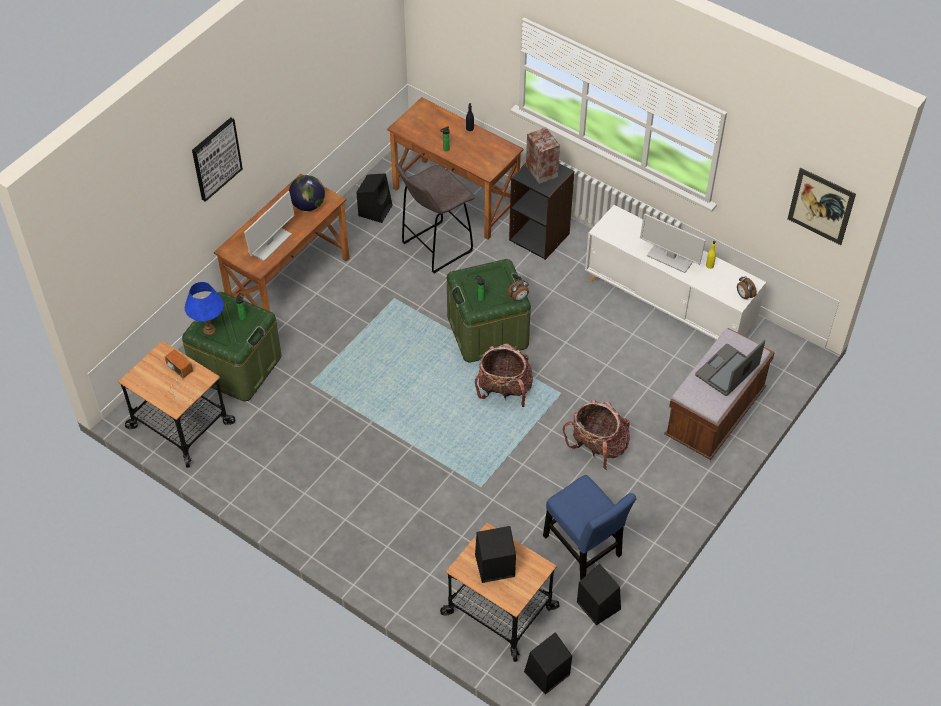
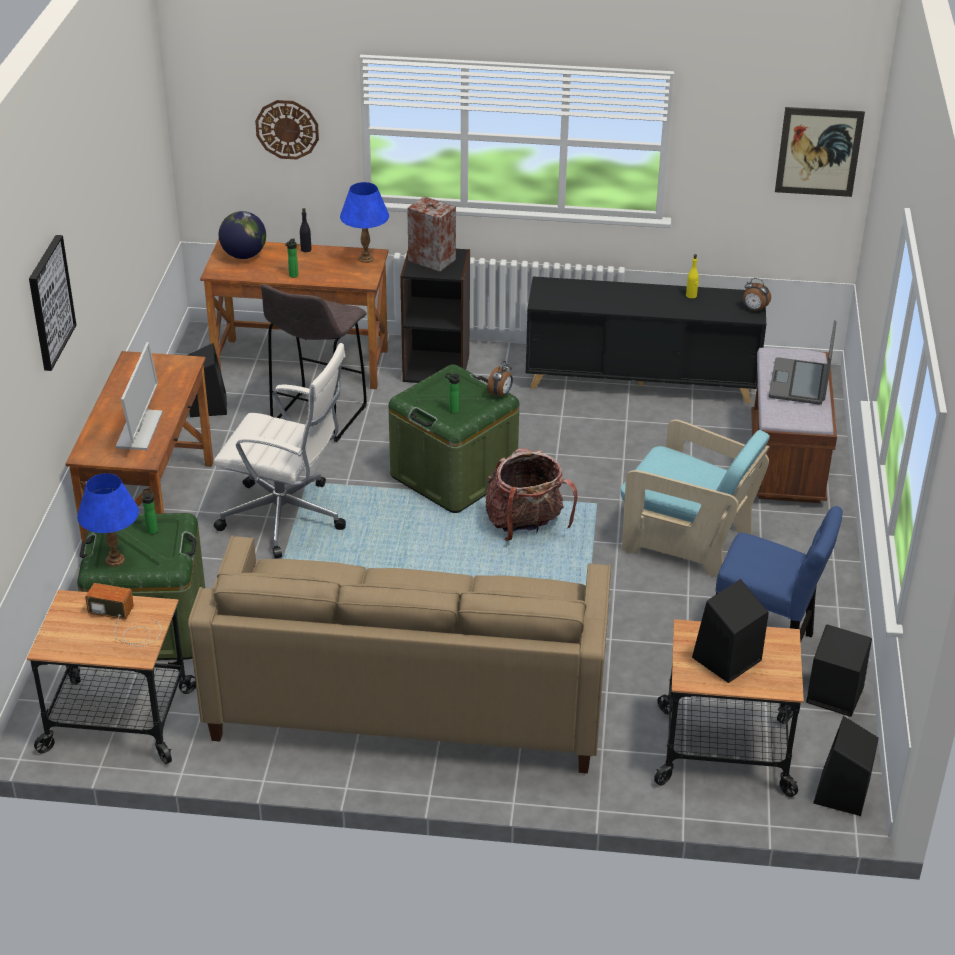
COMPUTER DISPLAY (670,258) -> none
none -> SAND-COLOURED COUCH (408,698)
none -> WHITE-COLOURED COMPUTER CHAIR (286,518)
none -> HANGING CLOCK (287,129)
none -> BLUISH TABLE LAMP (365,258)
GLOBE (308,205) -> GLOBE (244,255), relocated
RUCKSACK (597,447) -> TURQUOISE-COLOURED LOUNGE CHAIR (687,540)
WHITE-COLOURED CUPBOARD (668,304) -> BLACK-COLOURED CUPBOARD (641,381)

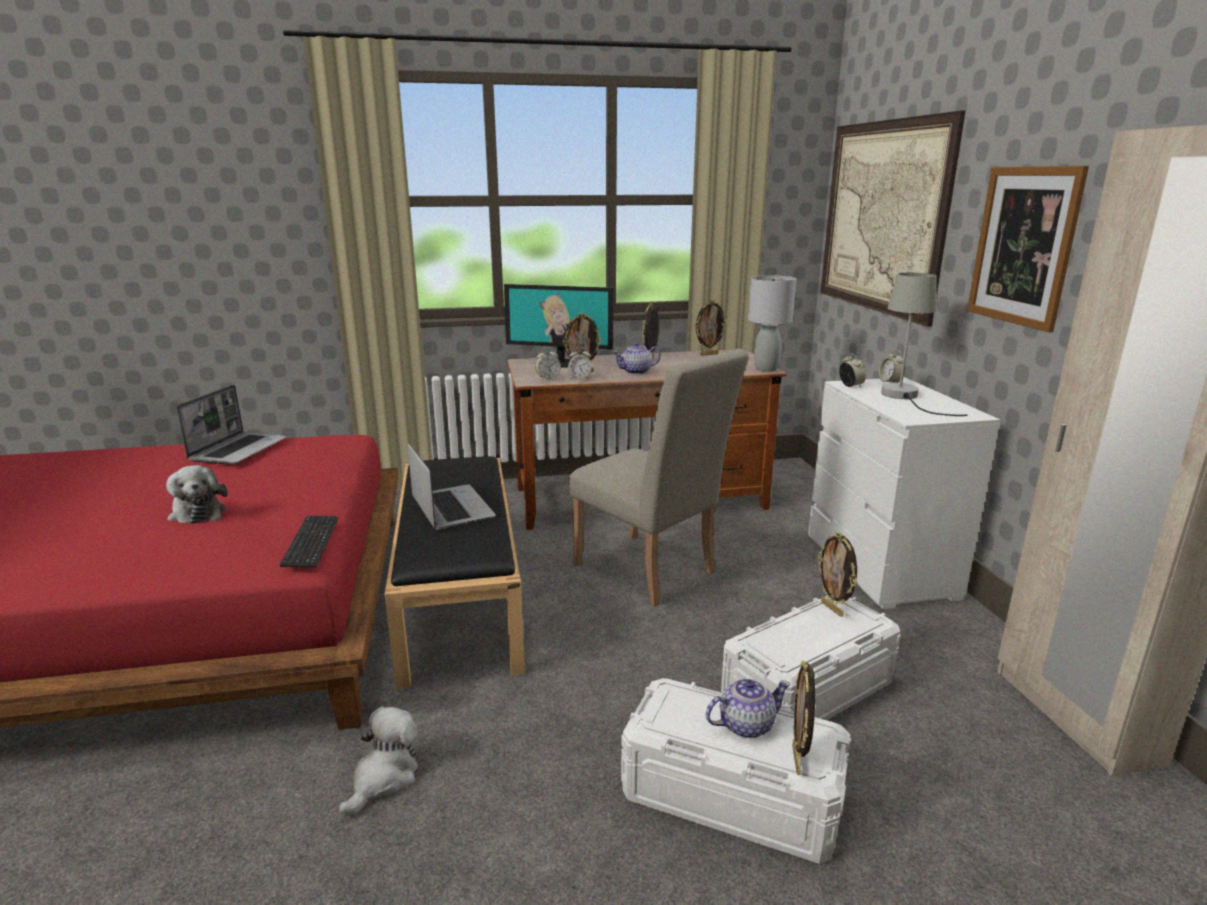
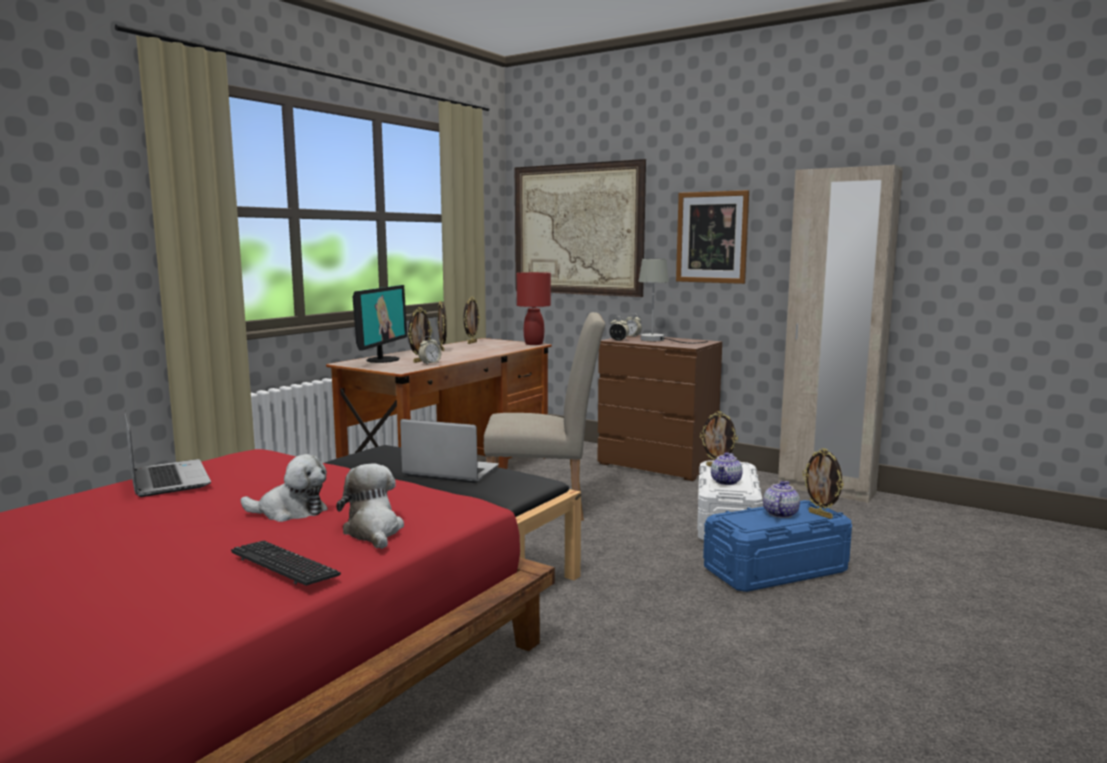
TABLE CLOCK (548,378) -> none
PC KEYBOARD (311,543) -> PC KEYBOARD (284,565), relocated
PLUSH TOY (384,778) -> PLUSH TOY (373,531), relocated
TEA POT (636,372) -> TEA POT (726,482), relocated
WHITE-COLOURED STORAGE CONTAINER (731,797) -> BLUISH STORAGE CONTAINER (776,570)
GREY TABLE LAMP (765,369) -> RED TABLE LAMP (533,344)
WHITE-COLOURED DRAWER CHEST (880,567) -> BROWN-COLOURED DRAWER CHEST (657,465)
COMPUTER DISPLAY (560,363) -> COMPUTER DISPLAY (382,360), 45 degrees counterclockwise

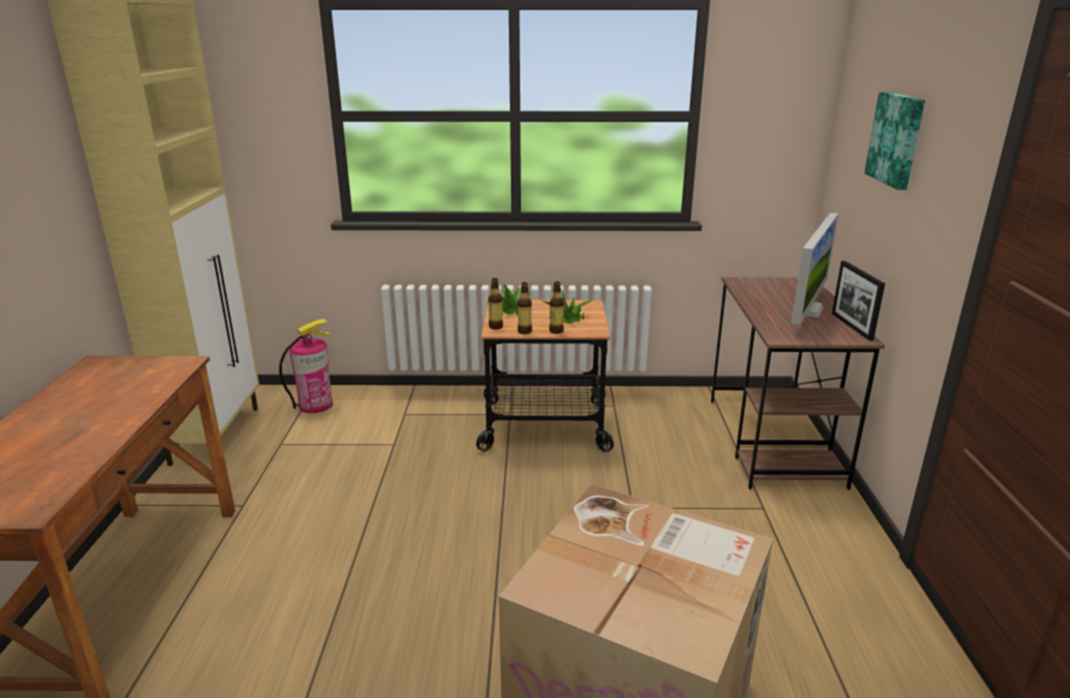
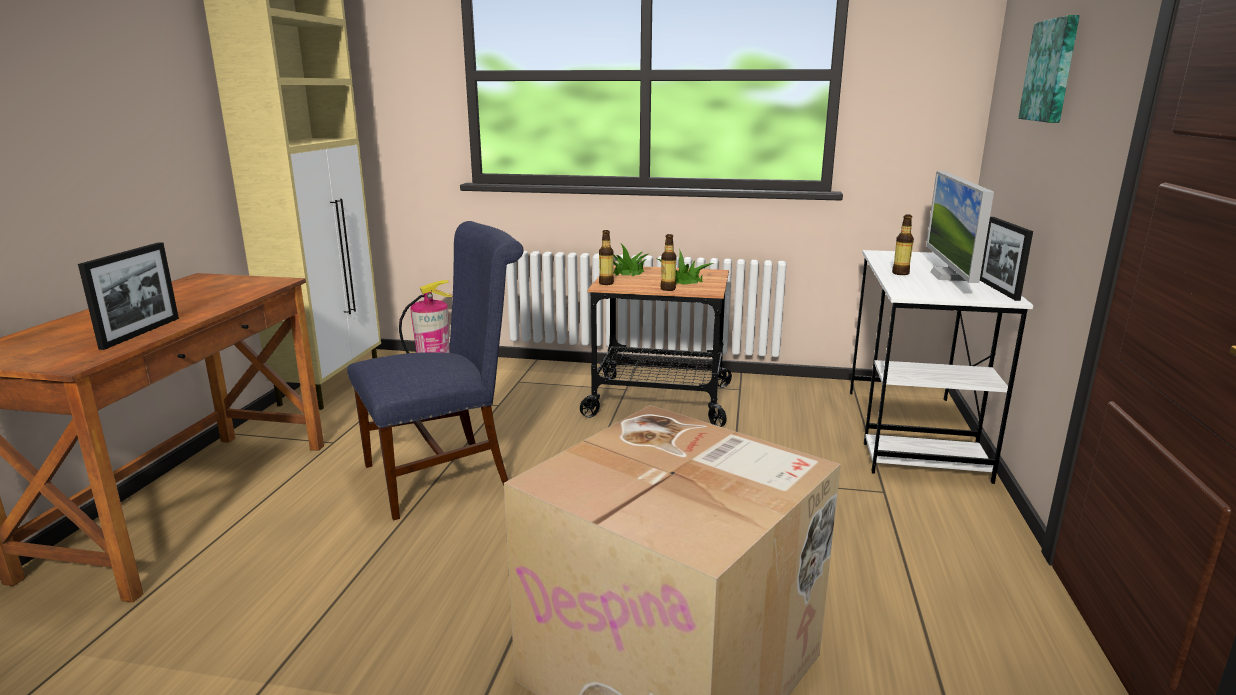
none -> STANDING FRAME (141,333)
none -> BLUISH CHAIR (446,474)
BOTTLE (524,331) -> BOTTLE (900,273), relocated
BROWN-COLOURED DESK (773,441) -> WHITE-COLOURED DESK (913,433)
COMPUTER DISPLAY (807,310) -> COMPUTER DISPLAY (949,276), 150 degrees clockwise

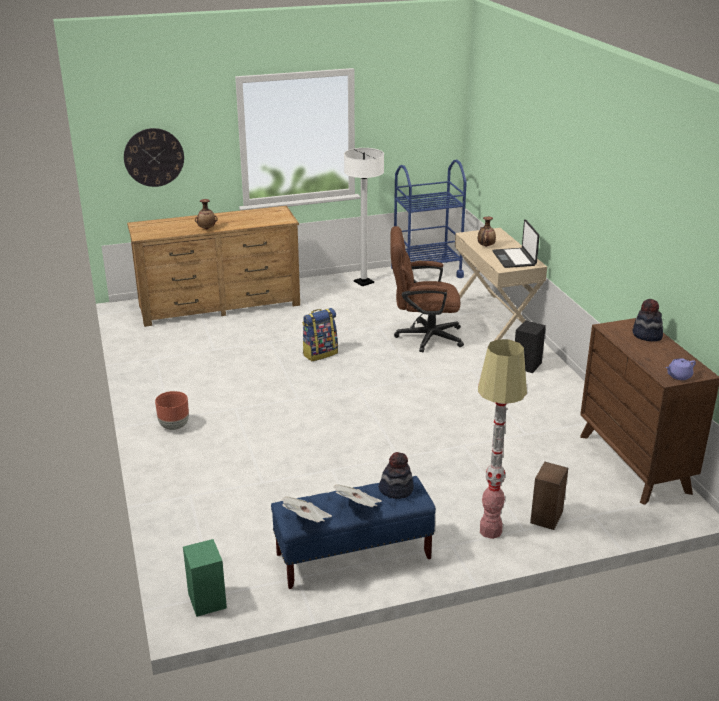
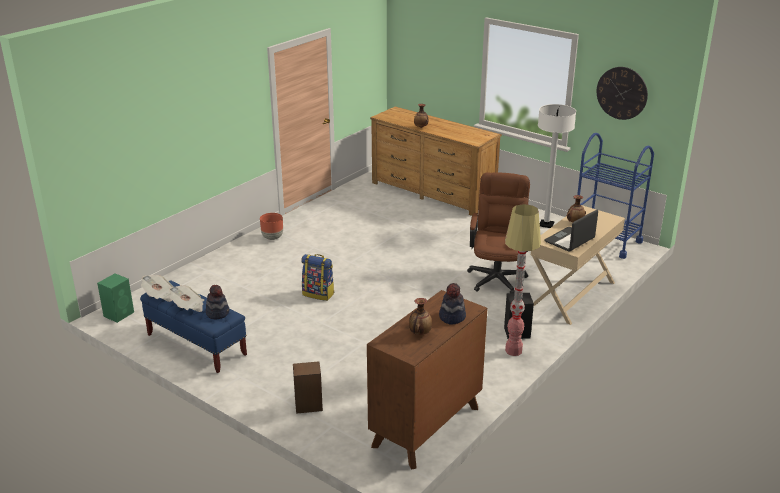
PURPLE-COLOURED TEA POT (678,376) -> none
none -> DECORATIVE VASE (420,333)
HANGING CLOCK (154,157) -> HANGING CLOCK (622,93), relocated
RUCKSACK (320,353) -> RUCKSACK (319,294), relocated
STANDING LAMP (490,531) -> STANDING LAMP (513,351), relocated
BROWN-COLOURED COMPUTER CHAIR (423,337) -> BROWN-COLOURED COMPUTER CHAIR (497,275), 45 degrees clockwise

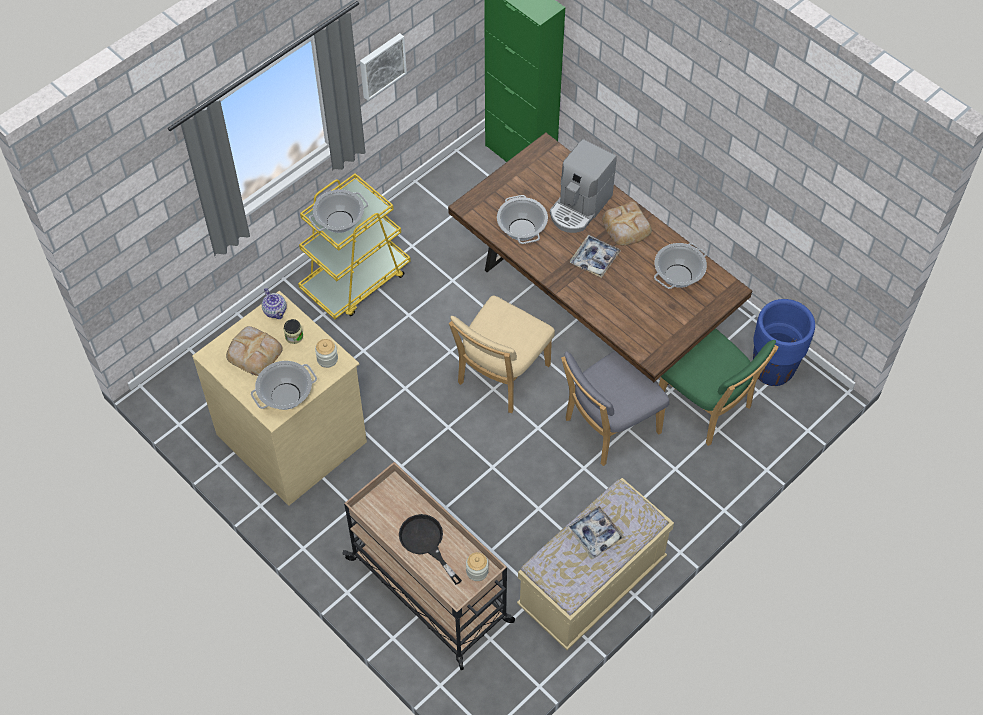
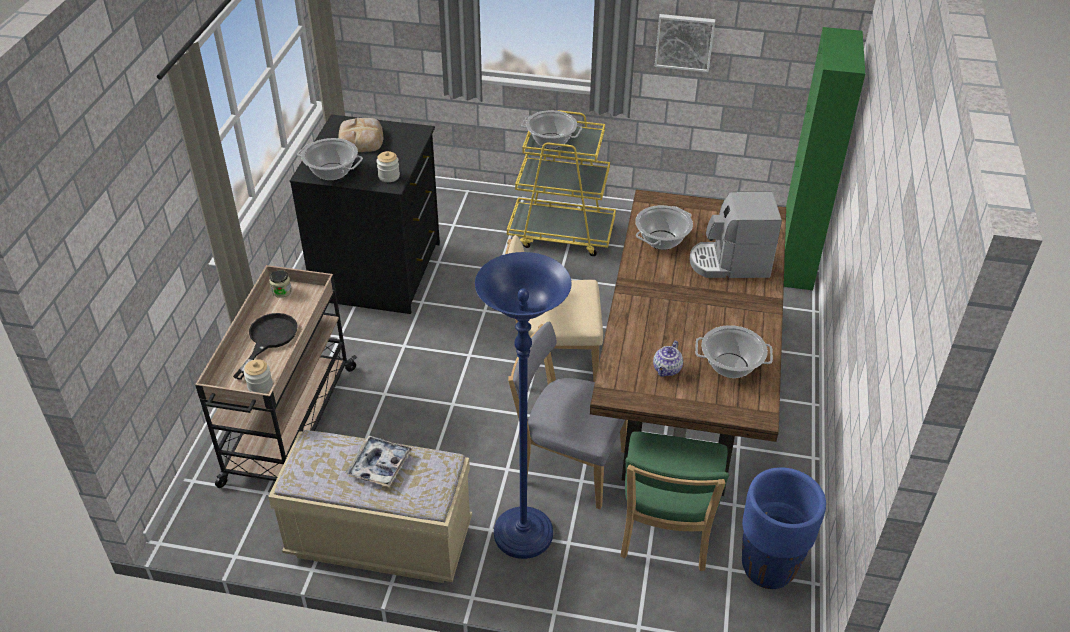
SERVING TRAY (594,259) -> none
BAKED BREAD (626,227) -> none
none -> BLUISH STANDING LAMP (523,535)
TEA POT (275,311) -> TEA POT (667,370), relocated
PRESERVE JAR (294,336) -> PRESERVE JAR (281,291), relocated
SAND-COLOURED DRAWER CHEST (293,436) -> BLACK-COLOURED DRAWER CHEST (380,272)

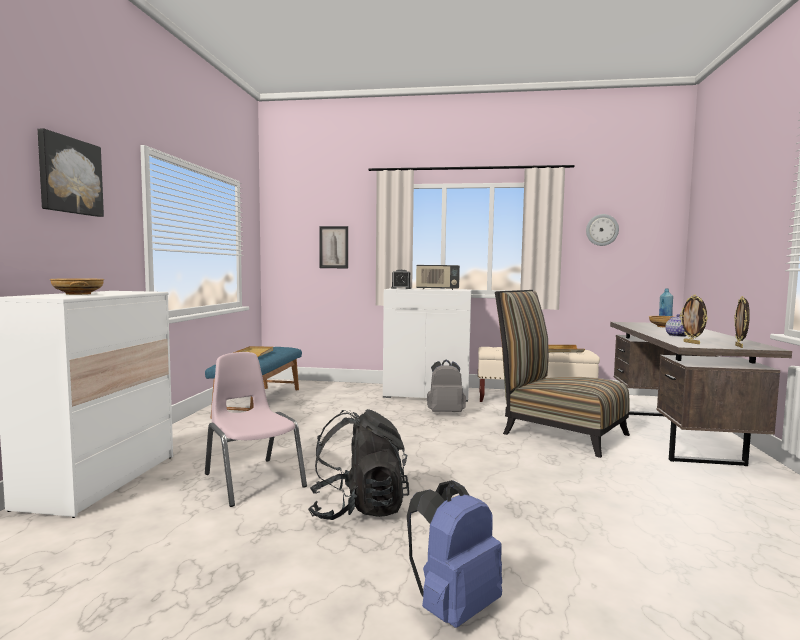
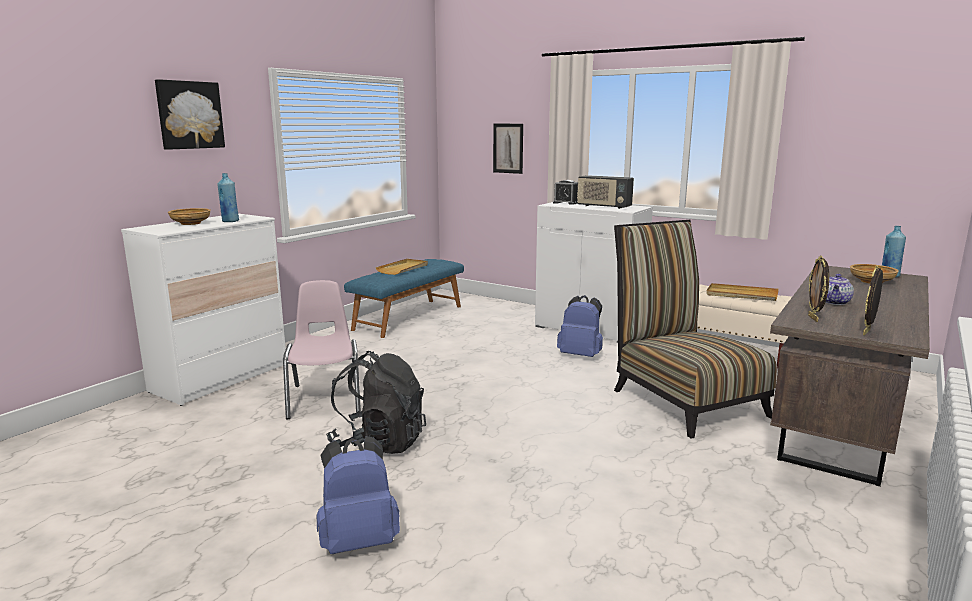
HANGING CLOCK (602,230) -> none
none -> BLUISH BOTTLE (230,221)
GREY RUCKSACK (445,413) -> BLUISH RUCKSACK (581,355)

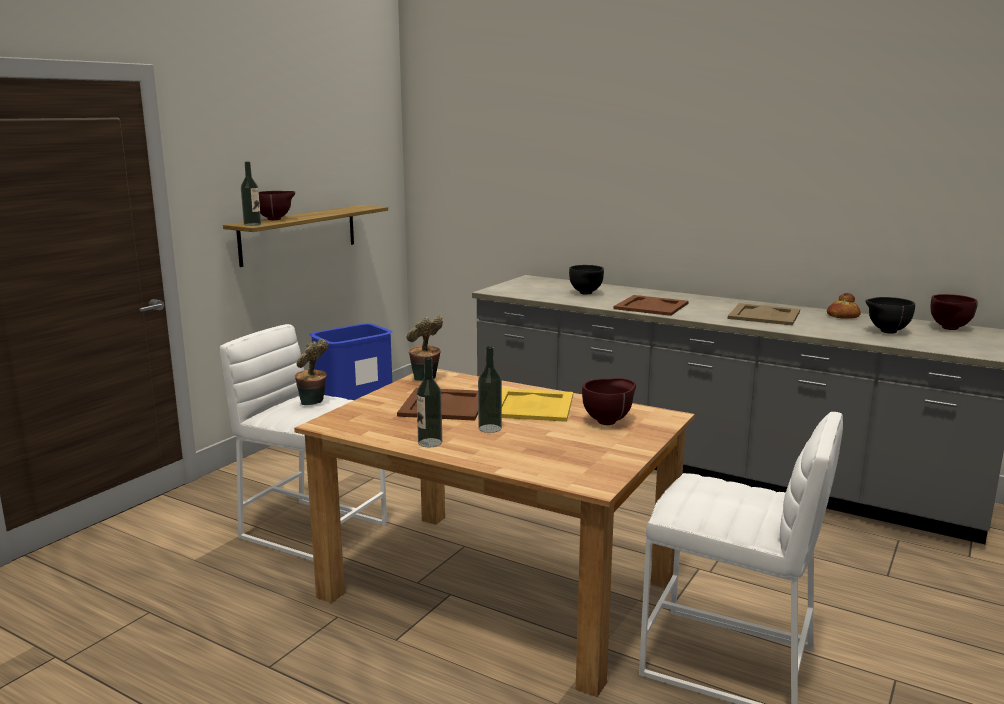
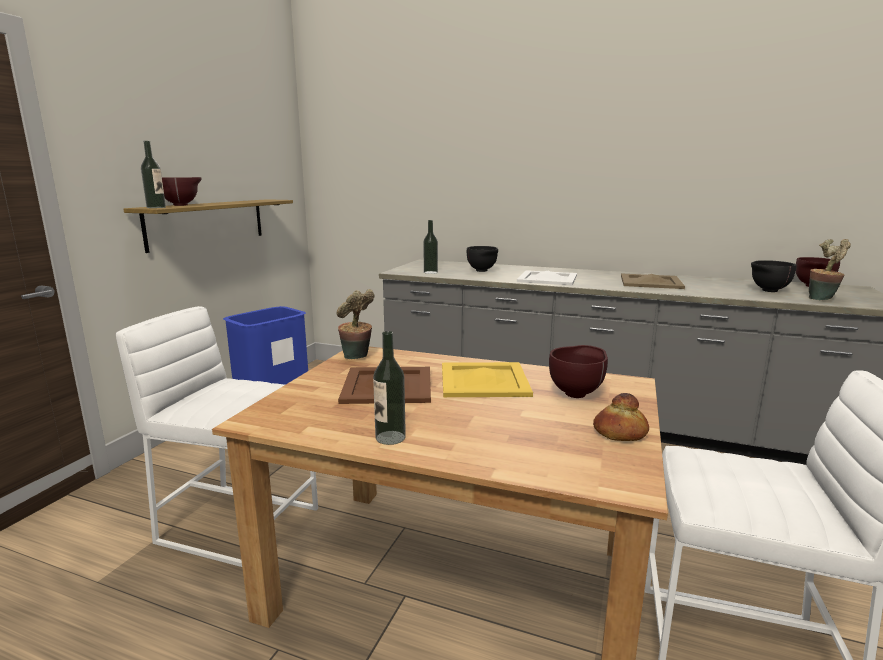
PLANT IN A POT (313,403) -> PLANT IN A POT (823,299), relocated
BOTTLE (490,428) -> BOTTLE (430,272), relocated
BAKED BREAD (843,316) -> BAKED BREAD (620,432), relocated
BROWN-COLOURED SERVING TRAY (651,306) -> WHITE-COLOURED SERVING TRAY (547,278)

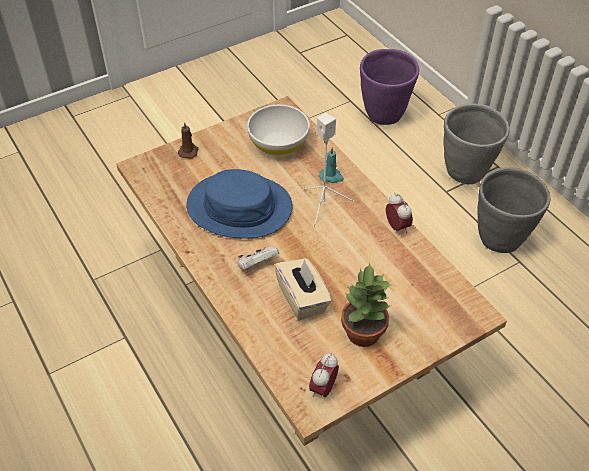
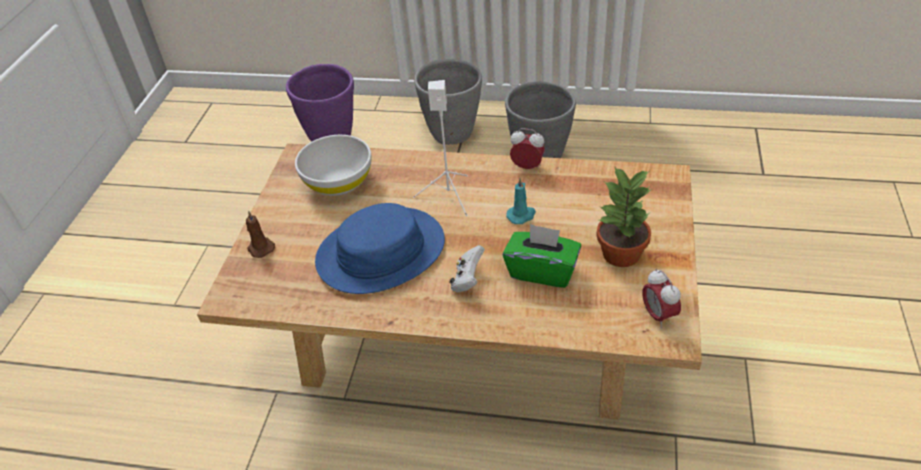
TURQUOISE-COLOURED CANDLE (331,177) -> TURQUOISE-COLOURED CANDLE (521,215), relocated
SAND-COLOURED BOX OF TISSUES (303,299) -> GREENISH BOX OF TISSUES (542,271)

